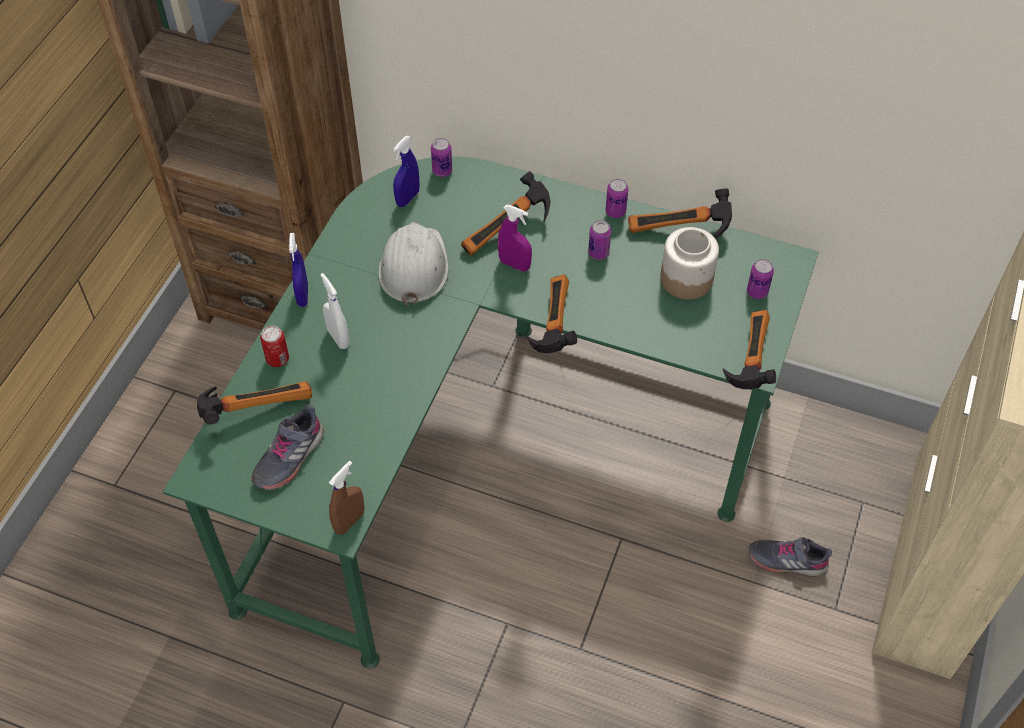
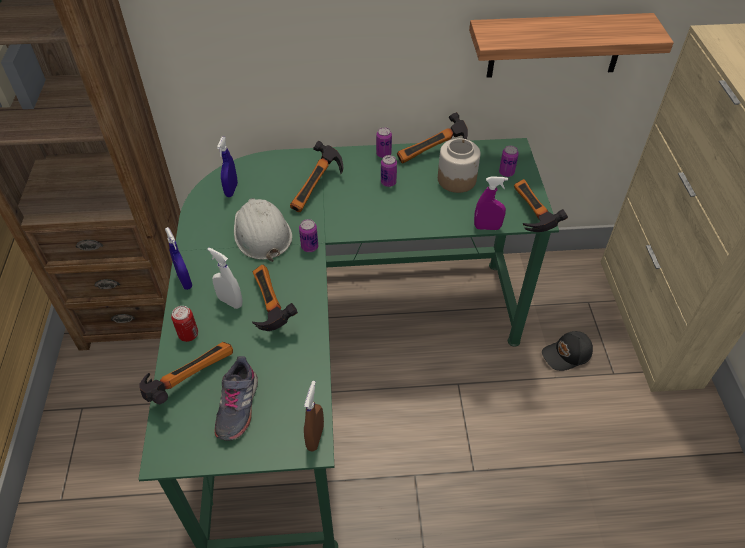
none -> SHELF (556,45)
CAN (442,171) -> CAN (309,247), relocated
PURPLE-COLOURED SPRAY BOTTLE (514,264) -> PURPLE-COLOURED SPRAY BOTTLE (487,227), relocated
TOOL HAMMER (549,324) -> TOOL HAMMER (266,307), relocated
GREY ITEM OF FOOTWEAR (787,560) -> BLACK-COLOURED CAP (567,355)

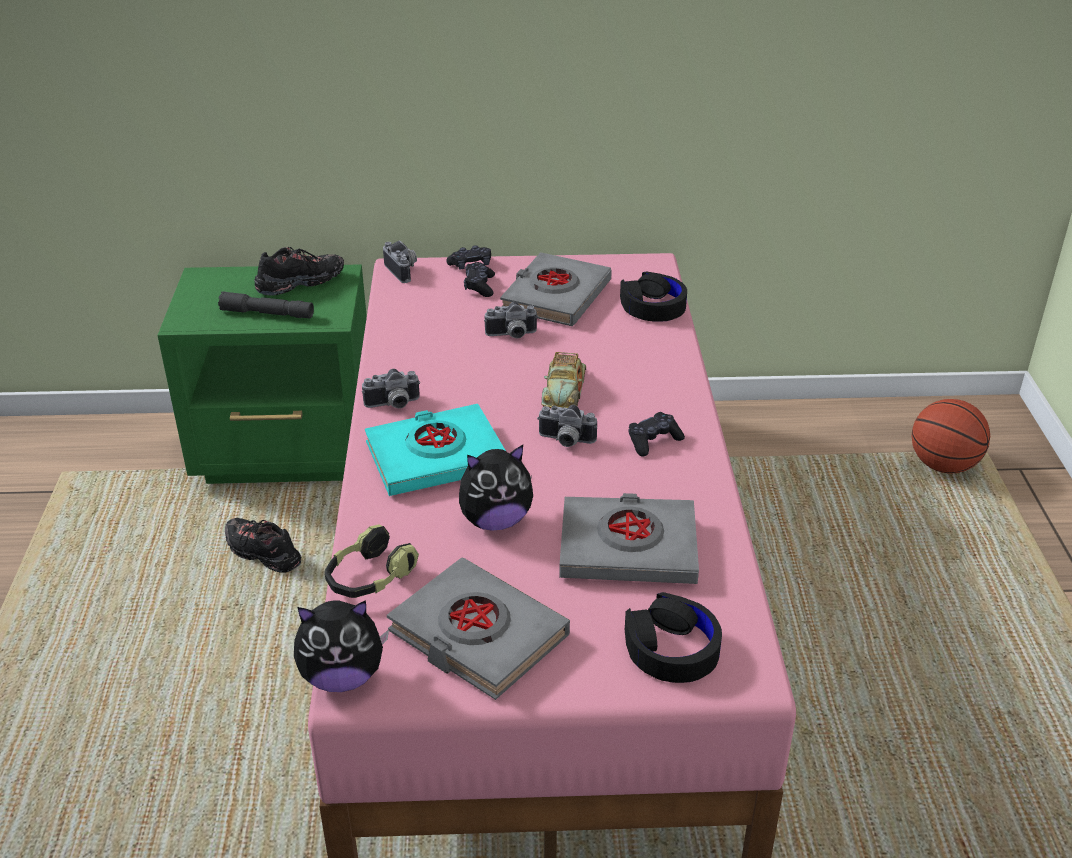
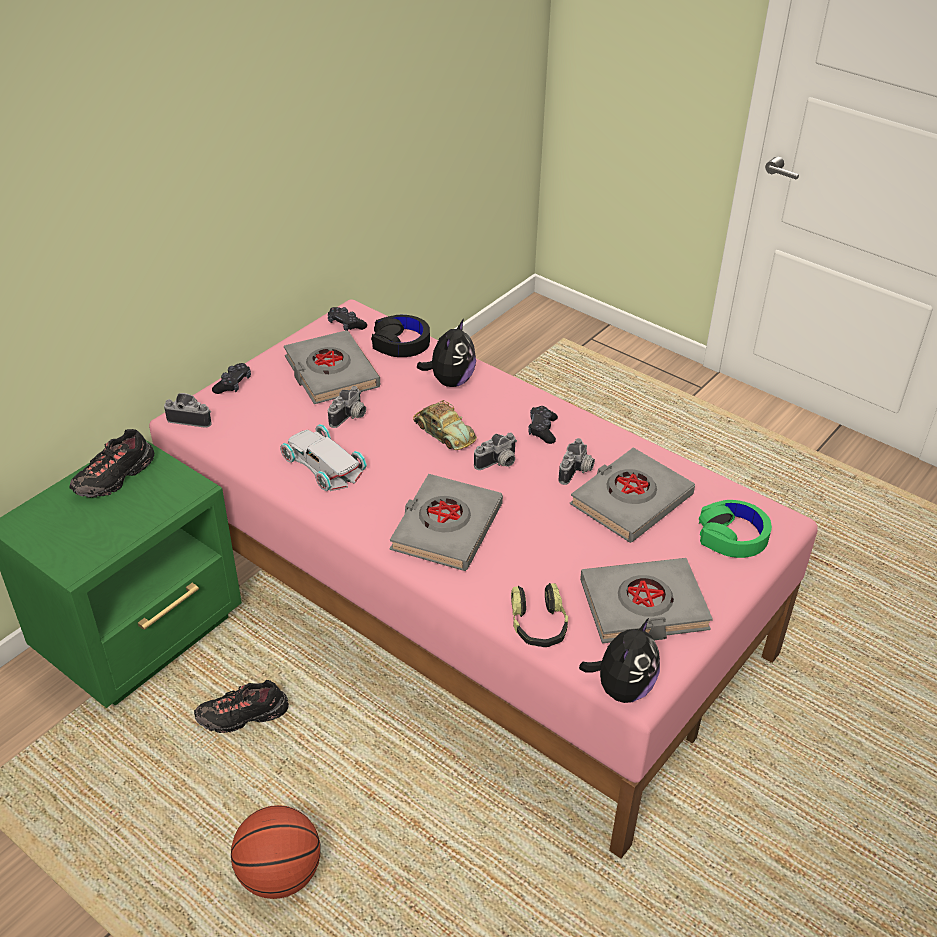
GREY FLASHLIGHT (267,313) -> none
none -> WHITE-COLOURED MINIATURE CAR (324,463)
PHOTO CAMERA (393,405) -> PHOTO CAMERA (577,472), relocated
PLUSH TOY (495,520) -> PLUSH TOY (450,381), relocated
BLACK-COLOURED JOYPAD (479,286) -> BLACK-COLOURED JOYPAD (346,325), relocated
BASKETBALL BALL (943,465) -> BASKETBALL BALL (279,875), relocated
TURQUOISE-COLOURED VOLUME (436,457) -> GREY VOLUME (446,528)
BLACK-COLOURED HEADSET (671,648) -> GREENISH HEADSET (732,536)
BLACK-COLOURED ITEM OF FOOTWEAR (300,284) -> BLACK-COLOURED ITEM OF FOOTWEAR (115,478), 150 degrees counterclockwise

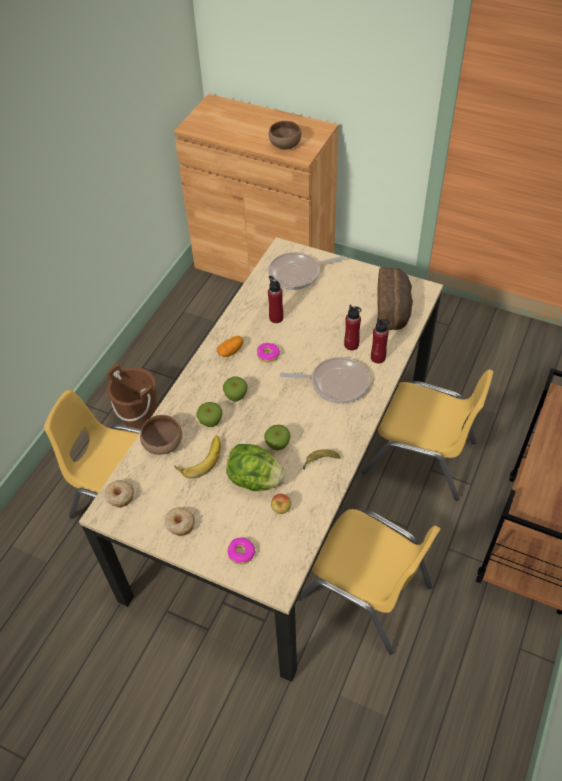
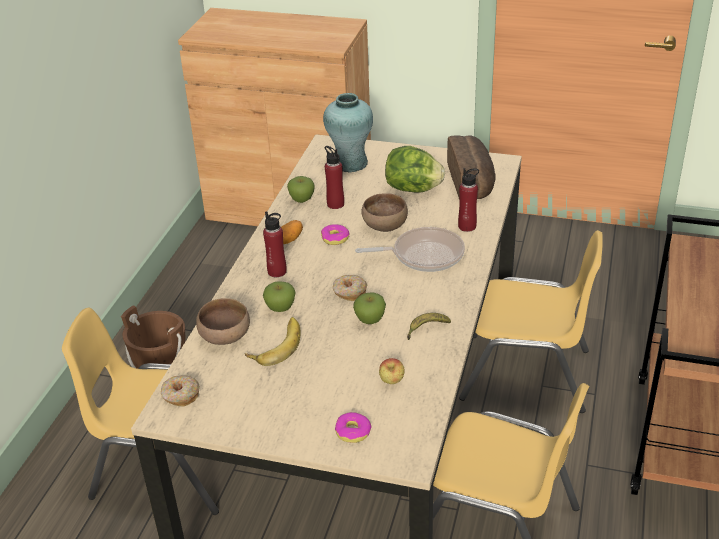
DONUT (180,524) -> DONUT (349,292), relocated
WHOLE APPLE (236,396) -> WHOLE APPLE (302,200), relocated
LETTUCE HEAD (255,480) -> LETTUCE HEAD (413,189), relocated
BROWN-COLOURED BOWL (284,145) -> BROWN-COLOURED BOWL (384,226), relocated
RED BOTTLE (351,345) -> RED BOTTLE (277,271), relocated
FRYING PAN (297,274) -> TURQUOISE-COLOURED DECORATIVE VASE (350,163)

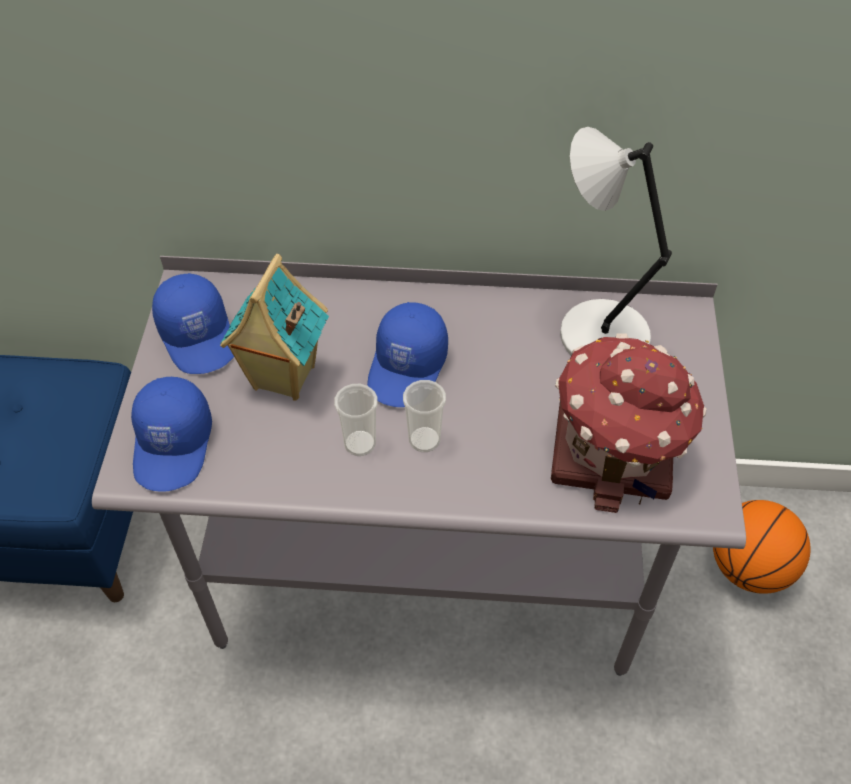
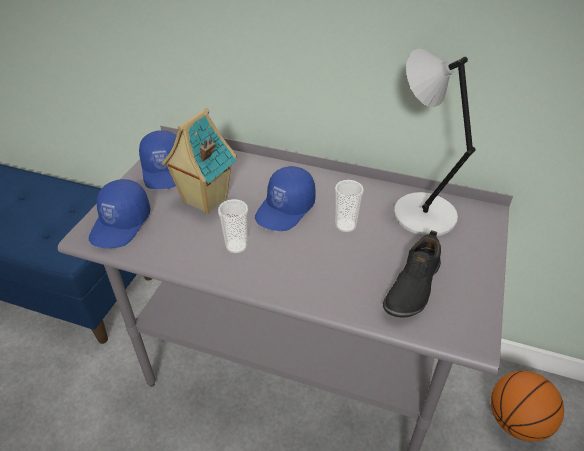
DRINKING CUP (424,440) -> DRINKING CUP (345,225), relocated
MINIATURE HOUSE (615,452) -> BLACK-COLOURED ITEM OF FOOTWEAR (412,286)

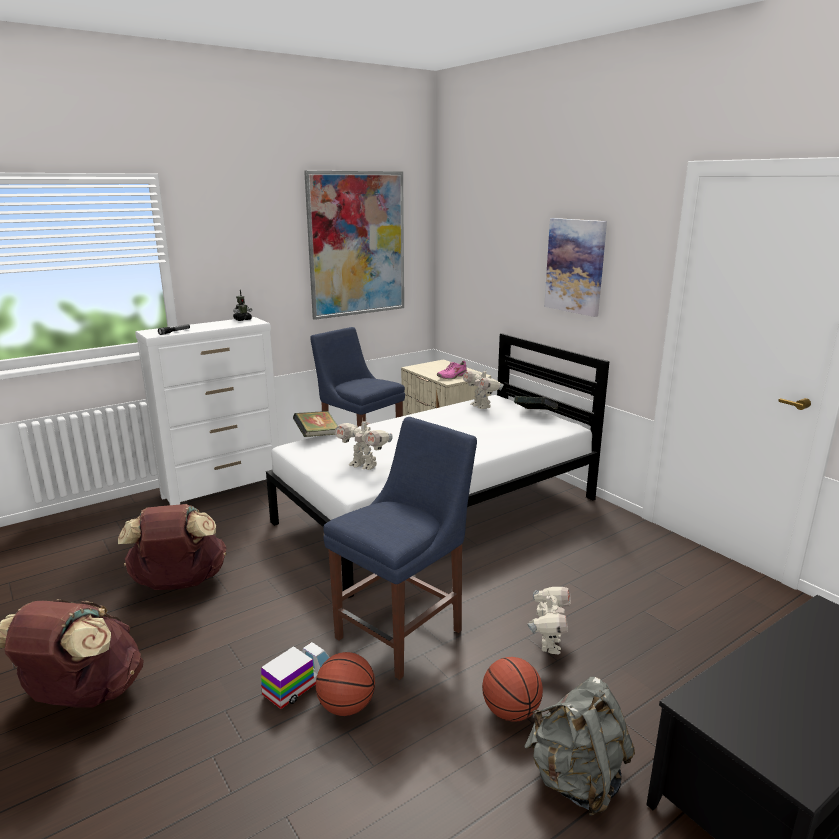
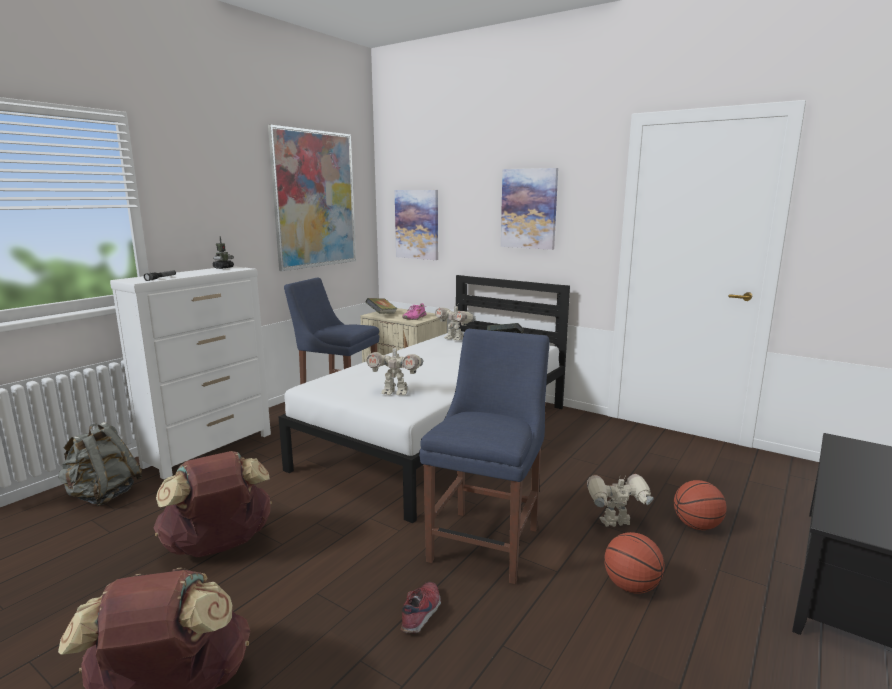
none -> WALL PICTURE (417,224)
VOLUME (317,436) -> VOLUME (382,315), relocated
BASKETBALL BALL (346,706) -> BASKETBALL BALL (696,526), relocated
GREY RUCKSACK (576,780) -> GREY RUCKSACK (103,495), relocated
MODEL TRUCK (299,684) -> ITEM OF FOOTWEAR (422,613)
MODEL ROBOT (548,644) -> MODEL ROBOT (616,524), 90 degrees counterclockwise

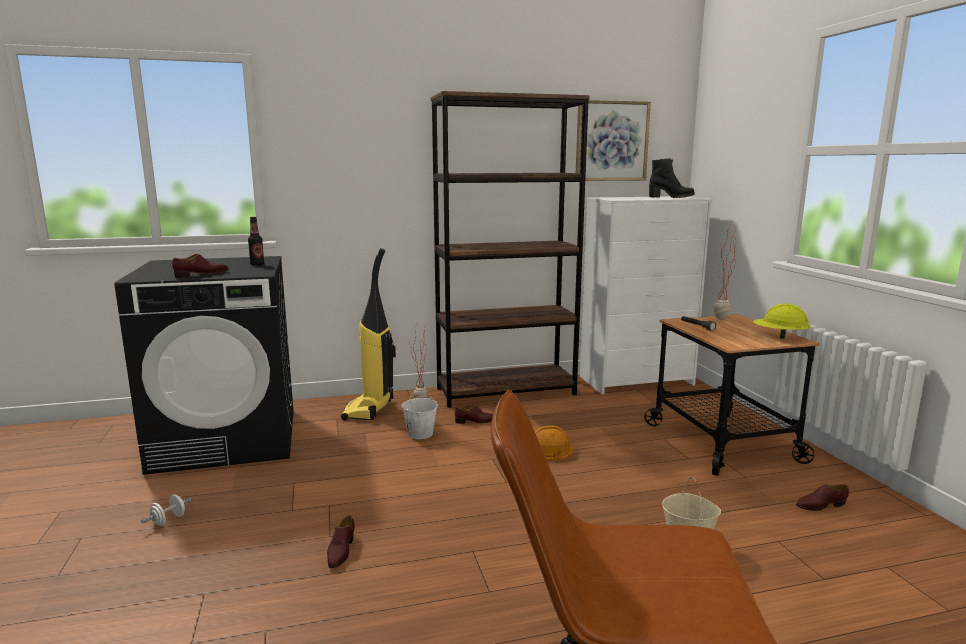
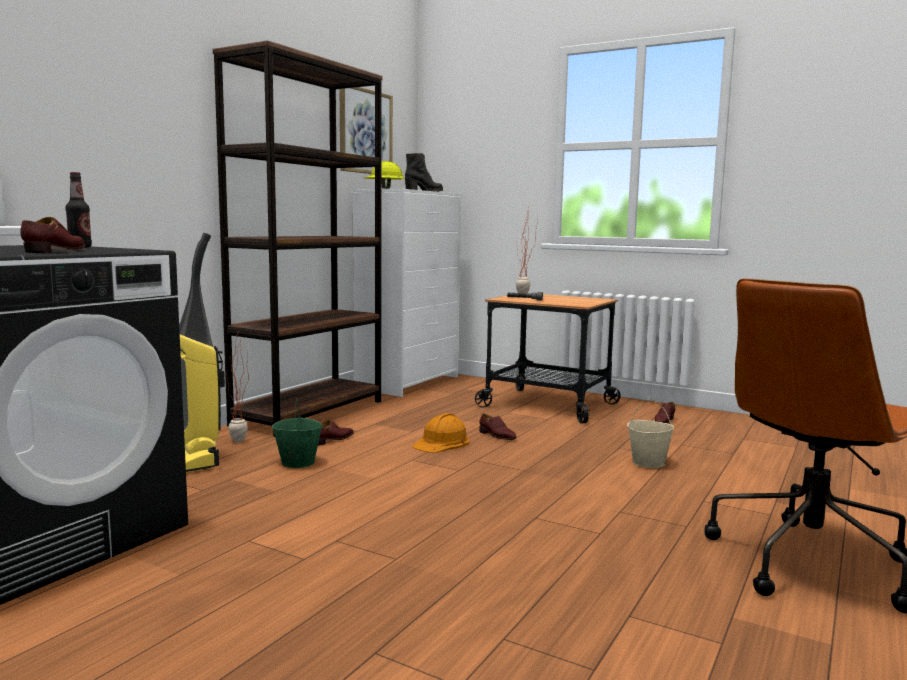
WHITE-COLOURED FREE WEIGHT (168,520) -> none
BROWN-COLOURED ITEM OF FOOTWEAR (340,551) -> BROWN-COLOURED ITEM OF FOOTWEAR (497,436), relocated
YELLOW WORK HELMET (779,337) -> YELLOW WORK HELMET (383,189), relocated
WHITE-COLOURED WATER BUCKET (420,434) -> GREENISH WATER BUCKET (297,463)

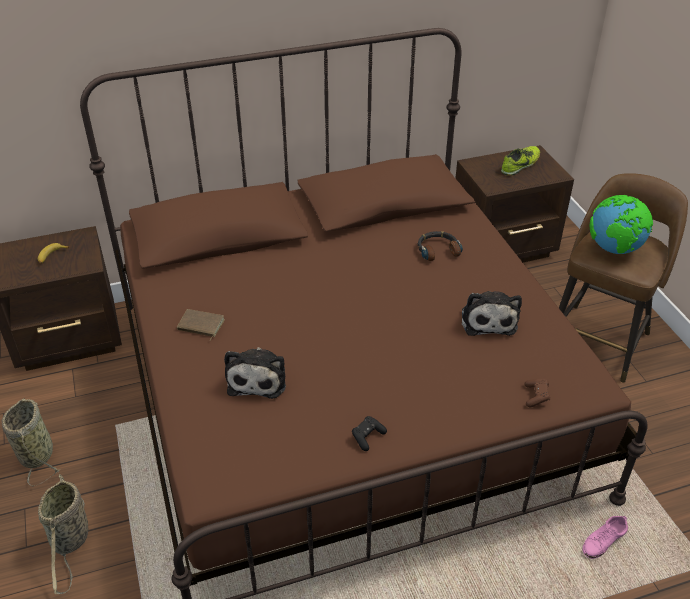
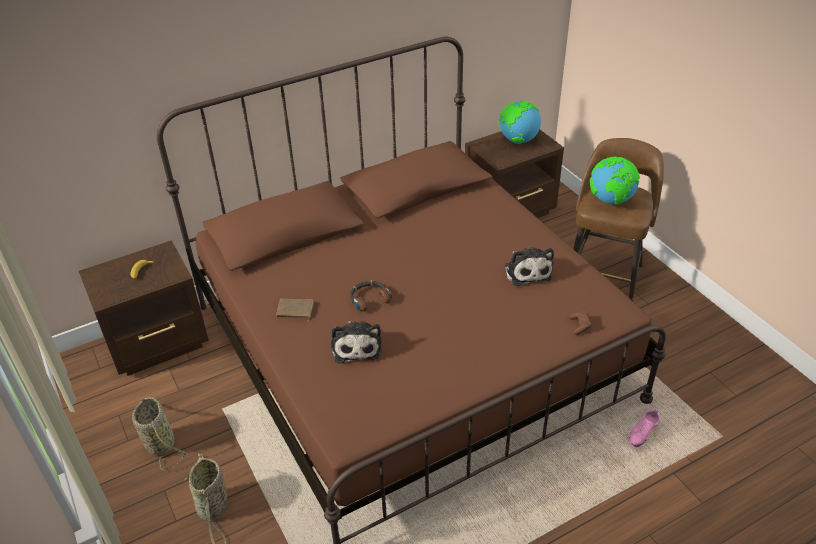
BLACK-COLOURED JOYPAD (367,437) -> none
HEADSET (437,250) -> HEADSET (369,299), relocated
ITEM OF FOOTWEAR (520,165) -> GLOBE (518,141)

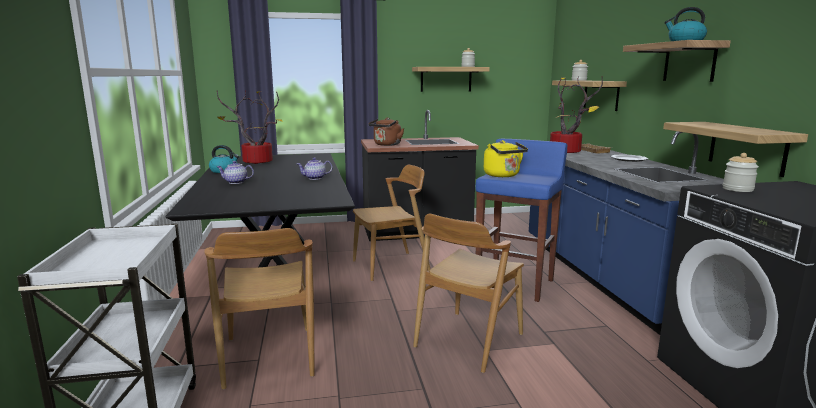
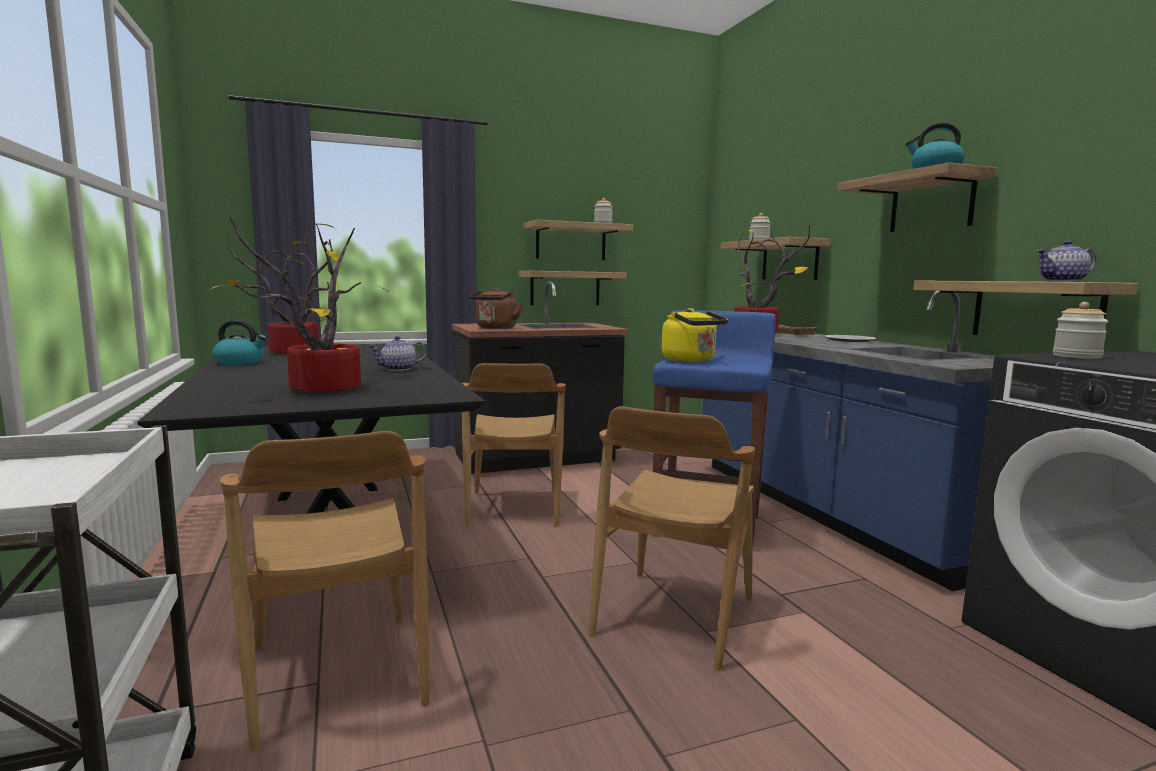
none -> PLANT IN A POT (325,388)
none -> SHELF (565,288)
TEA POT (235,182) -> TEA POT (1063,281), relocated
BROWN-COLOURED CHAIR (391,266) -> BROWN-COLOURED CHAIR (513,508), 120 degrees clockwise

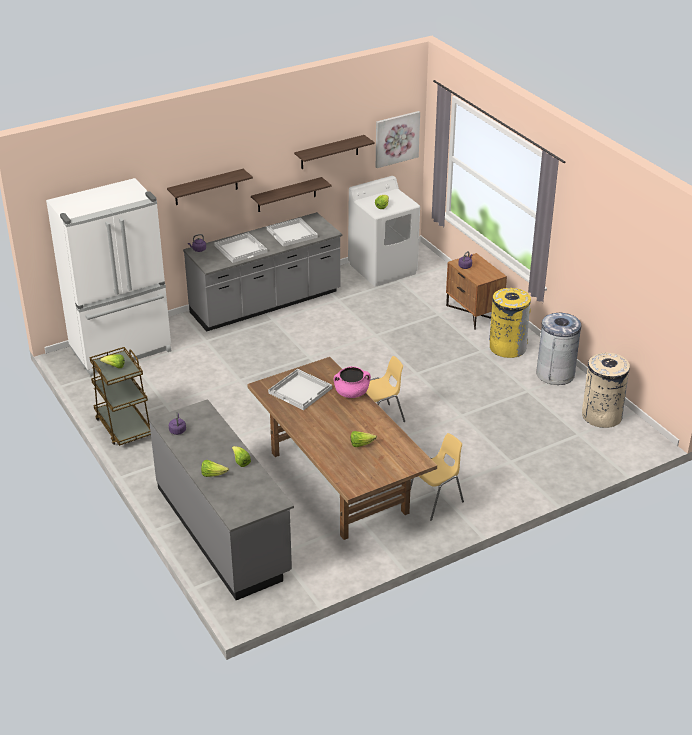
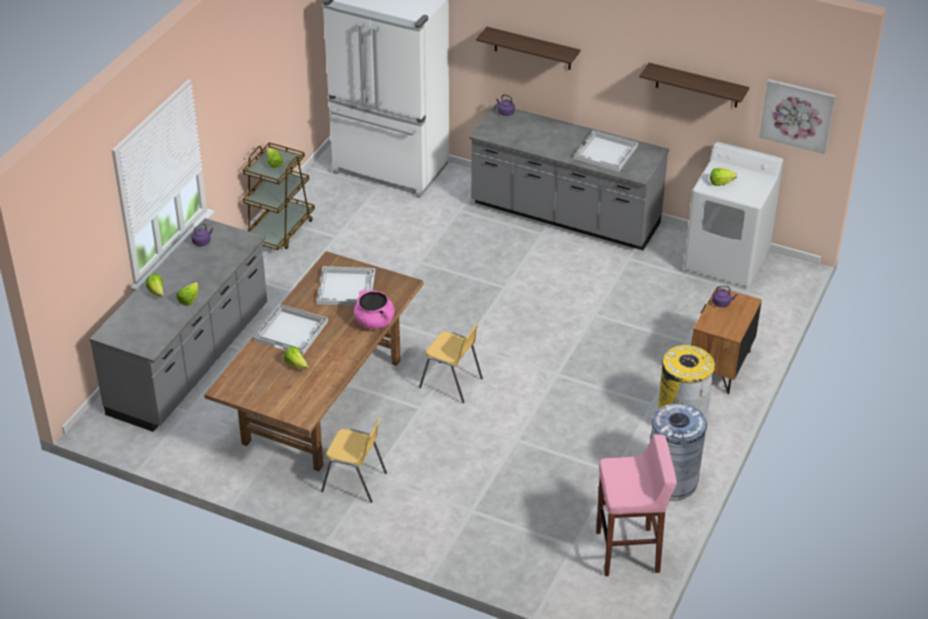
SHELF (286,195) -> none
WHITE-COLOURED SERVING TRAY (241,248) -> WHITE-COLOURED SERVING TRAY (292,331), relocated
SAND-COLOURED WASTE BIN (601,416) -> PINKISH STOOL (629,552)

